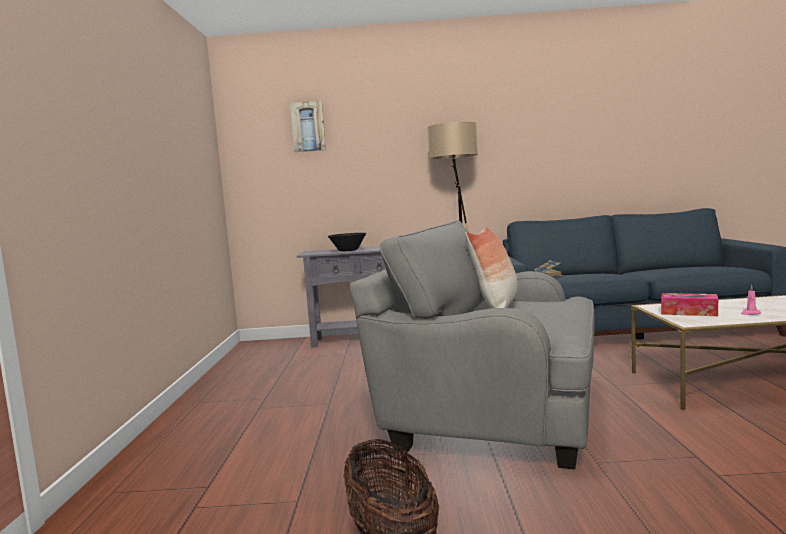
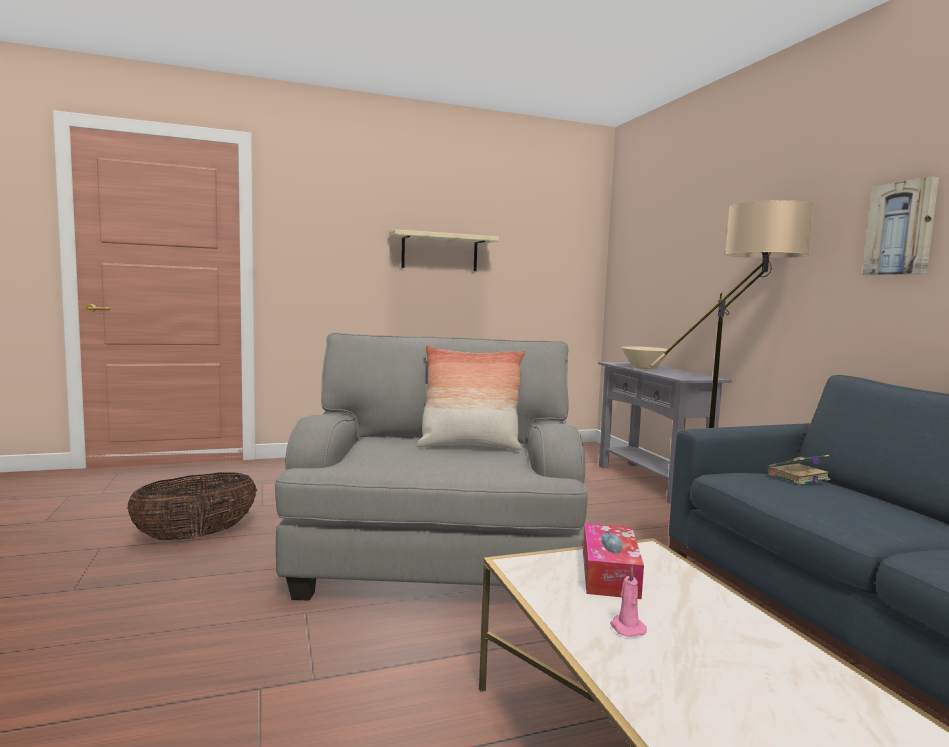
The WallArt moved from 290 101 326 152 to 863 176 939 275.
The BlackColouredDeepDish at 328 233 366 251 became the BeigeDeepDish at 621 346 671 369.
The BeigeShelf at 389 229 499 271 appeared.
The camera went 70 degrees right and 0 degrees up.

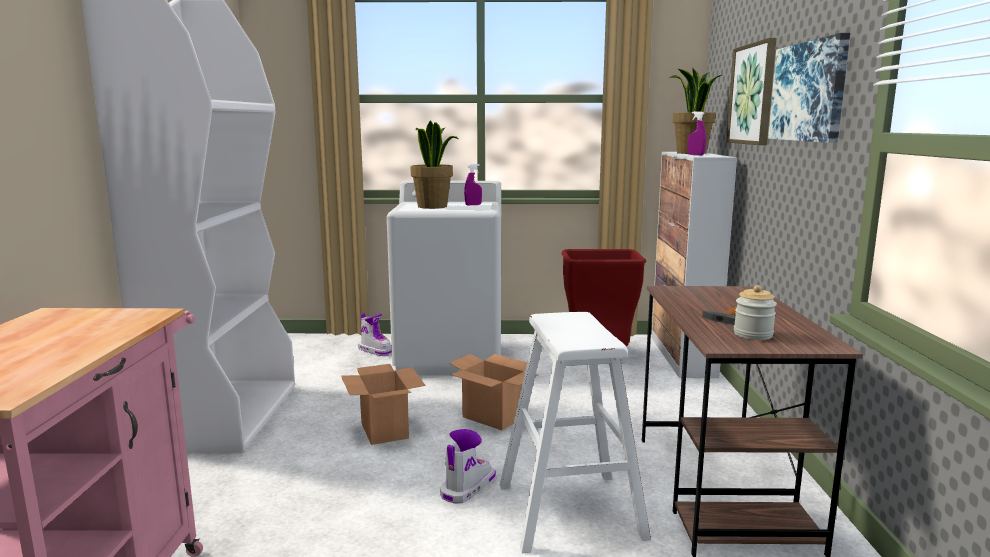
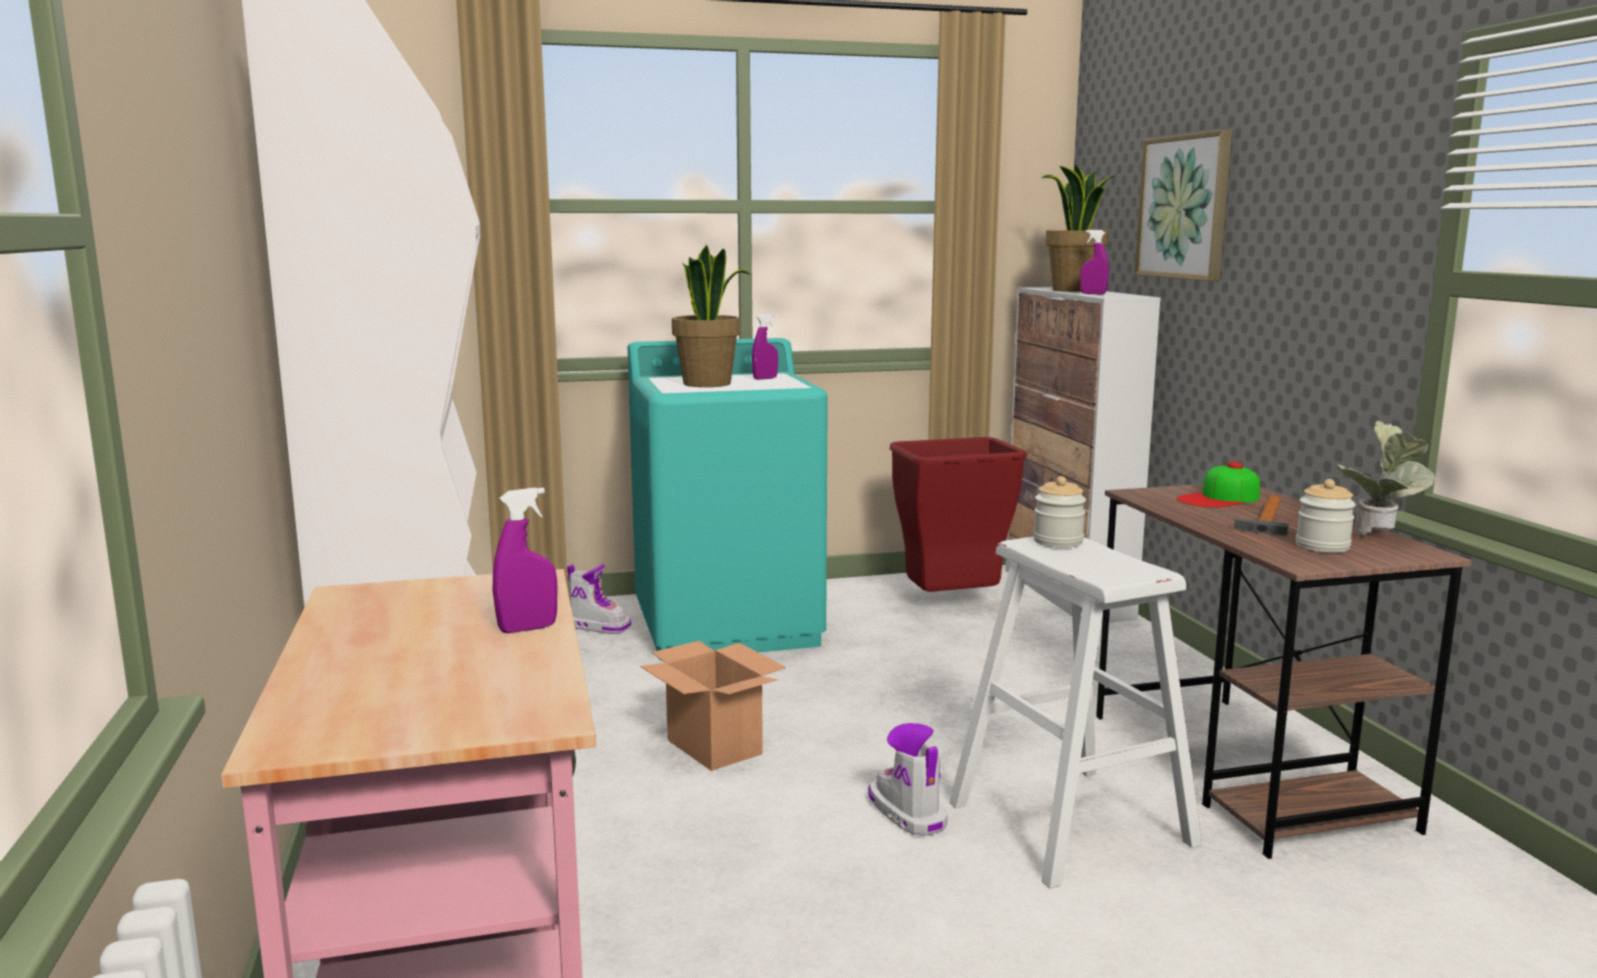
The WhiteColouredLaundryAppliance at 387 181 501 375 became the TurquoiseLaundryAppliance at 628 338 828 661.
The Boot at 440 429 496 504 turned 45 degrees counterclockwise.
The Carton at 449 354 538 431 disappeared.
The WallArt at 768 33 850 143 disappeared.
The PurpleColouredHandSprayer at 493 487 557 633 appeared.
The PreserveJar at 1033 476 1086 548 appeared.
The PeakedCap at 1176 462 1260 508 appeared.
The Houseplant at 1336 421 1435 535 appeared.
The camera went 15 degrees left and 0 degrees up.

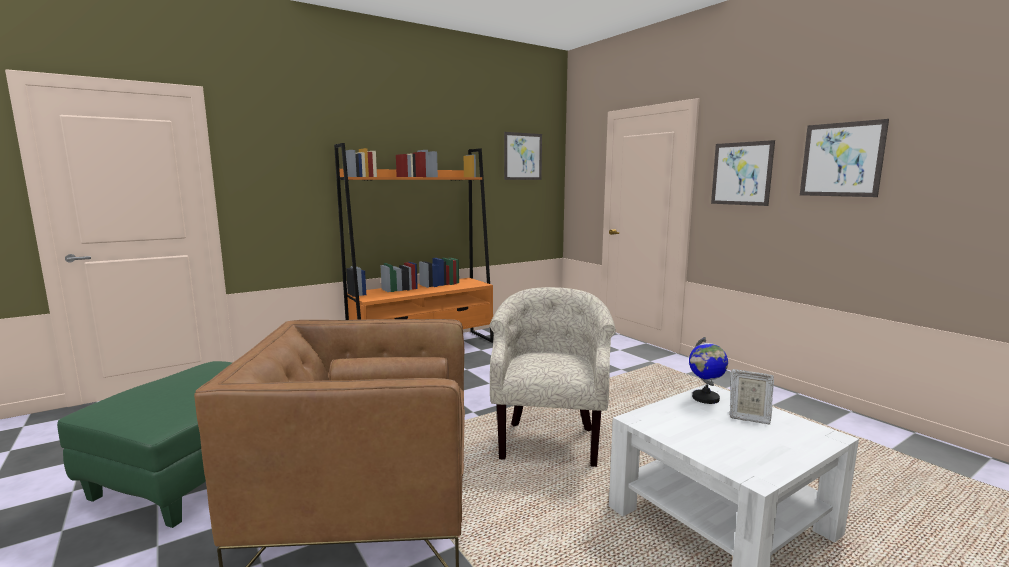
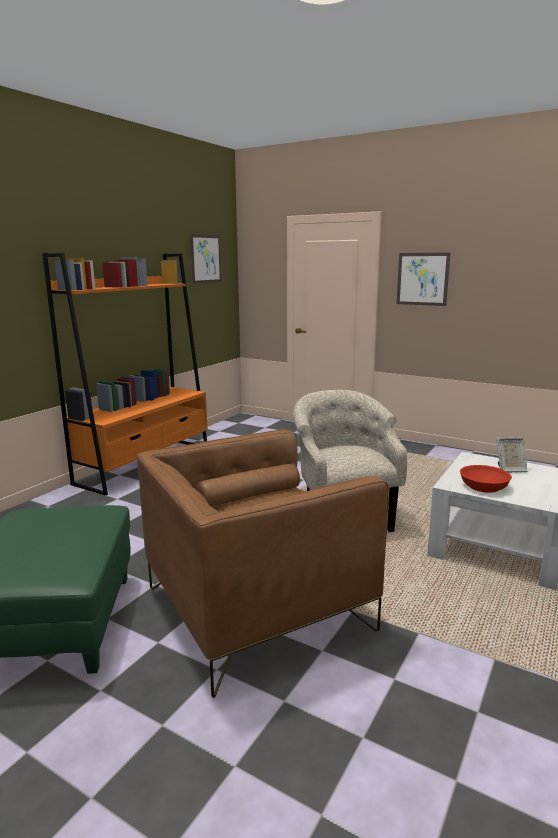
The DeskGlobe at 689 337 728 404 disappeared.
The WallArt at 800 119 889 197 disappeared.
The RedColouredDeepDish at 460 465 512 493 appeared.
The camera went 25 degrees left and 5 degrees up.

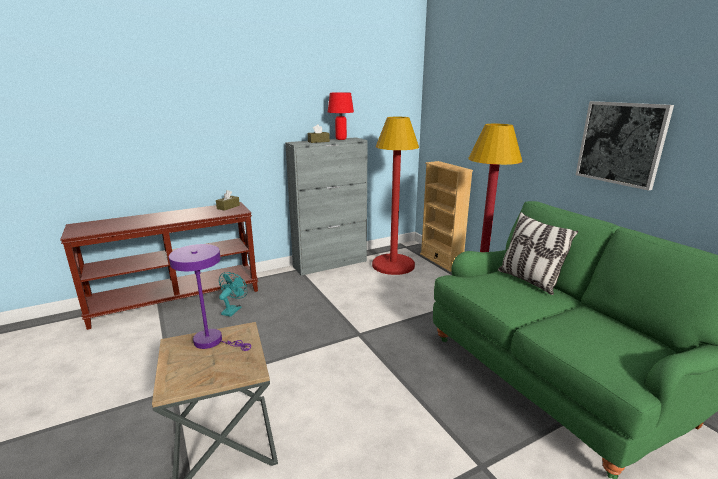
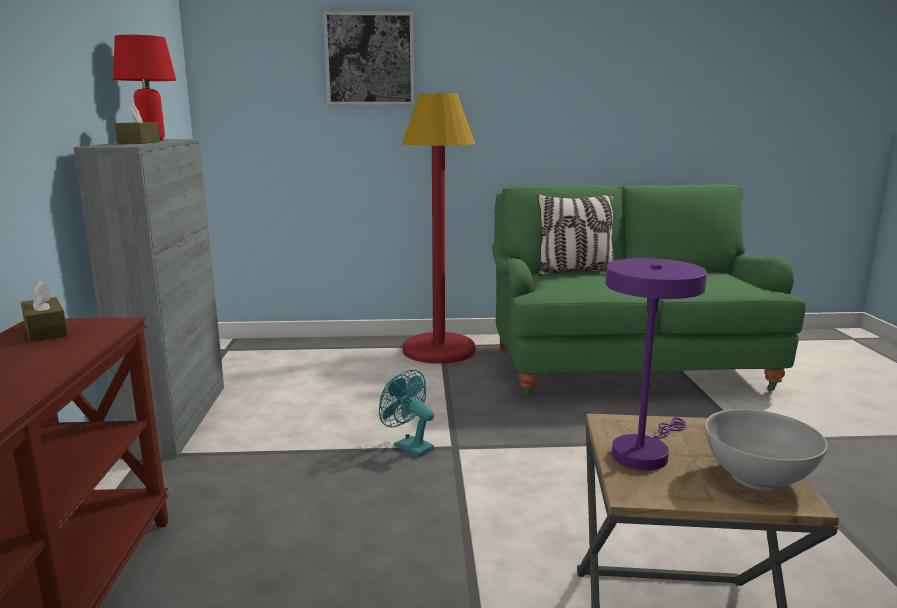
The TurquoiseElectricFan moved from 219 272 248 317 to 379 370 435 457.
The RedColouredStandingLamp at 372 117 419 275 disappeared.
The BeigeBookcase at 420 161 473 272 disappeared.
The WallArt moved from 576 101 674 191 to 323 11 414 105.
The WhiteColouredDeepDish at 704 409 828 491 appeared.
The camera went 65 degrees left and 5 degrees down.

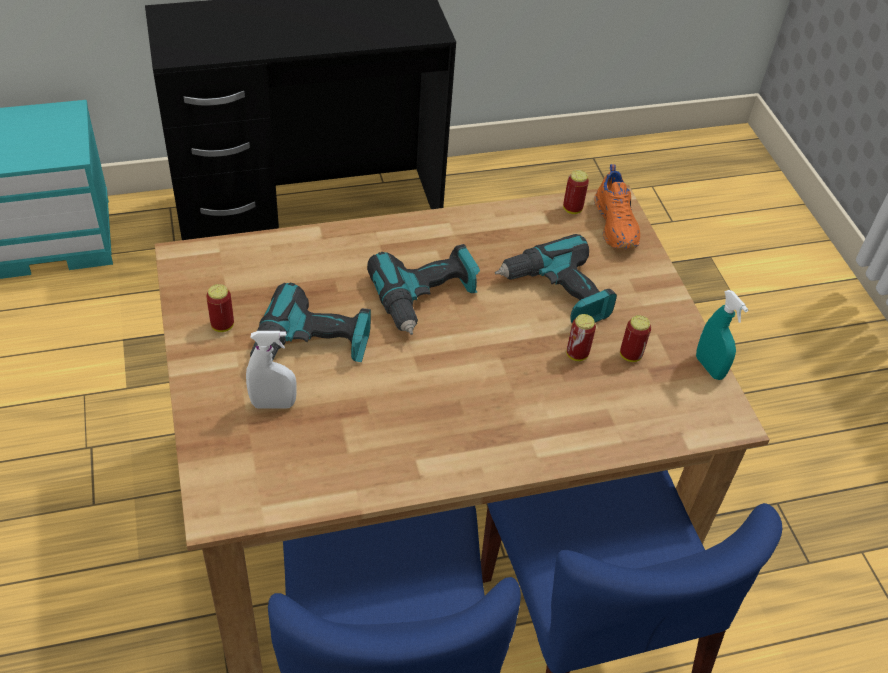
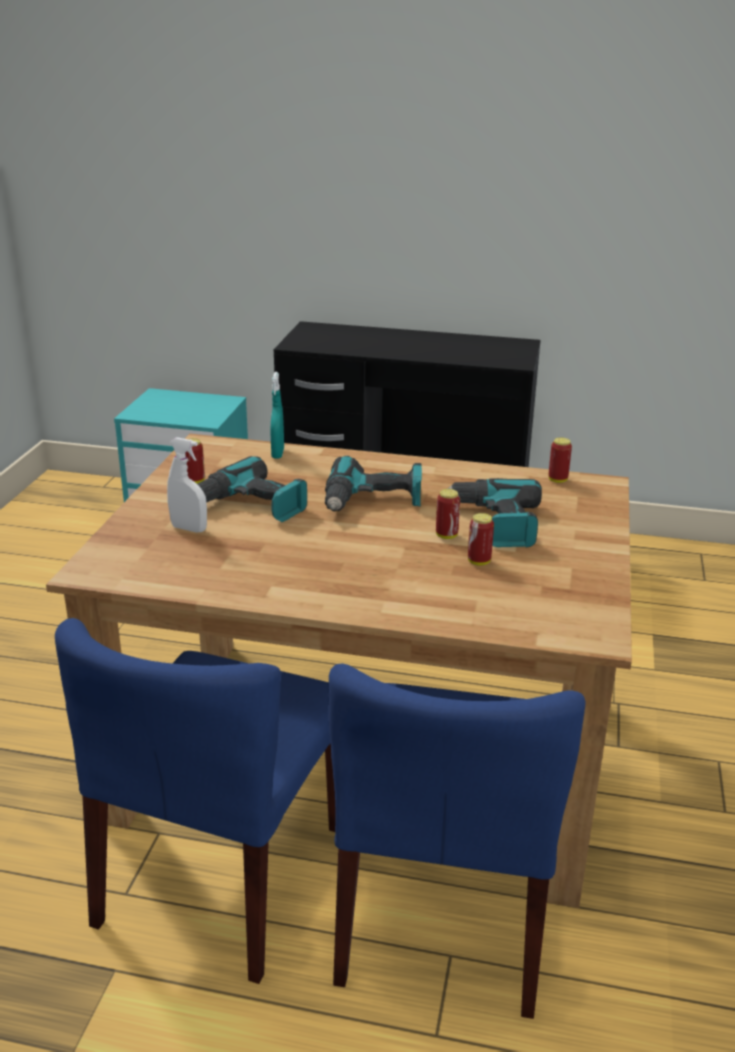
The OrangeyItemOfFootwear at 594 164 640 249 disappeared.
The MetalCan moved from 620 315 651 362 to 436 489 460 539.
The TurquoiseHandSprayer moved from 696 290 749 380 to 271 372 284 459.
The camera went 30 degrees right and 20 degrees down.

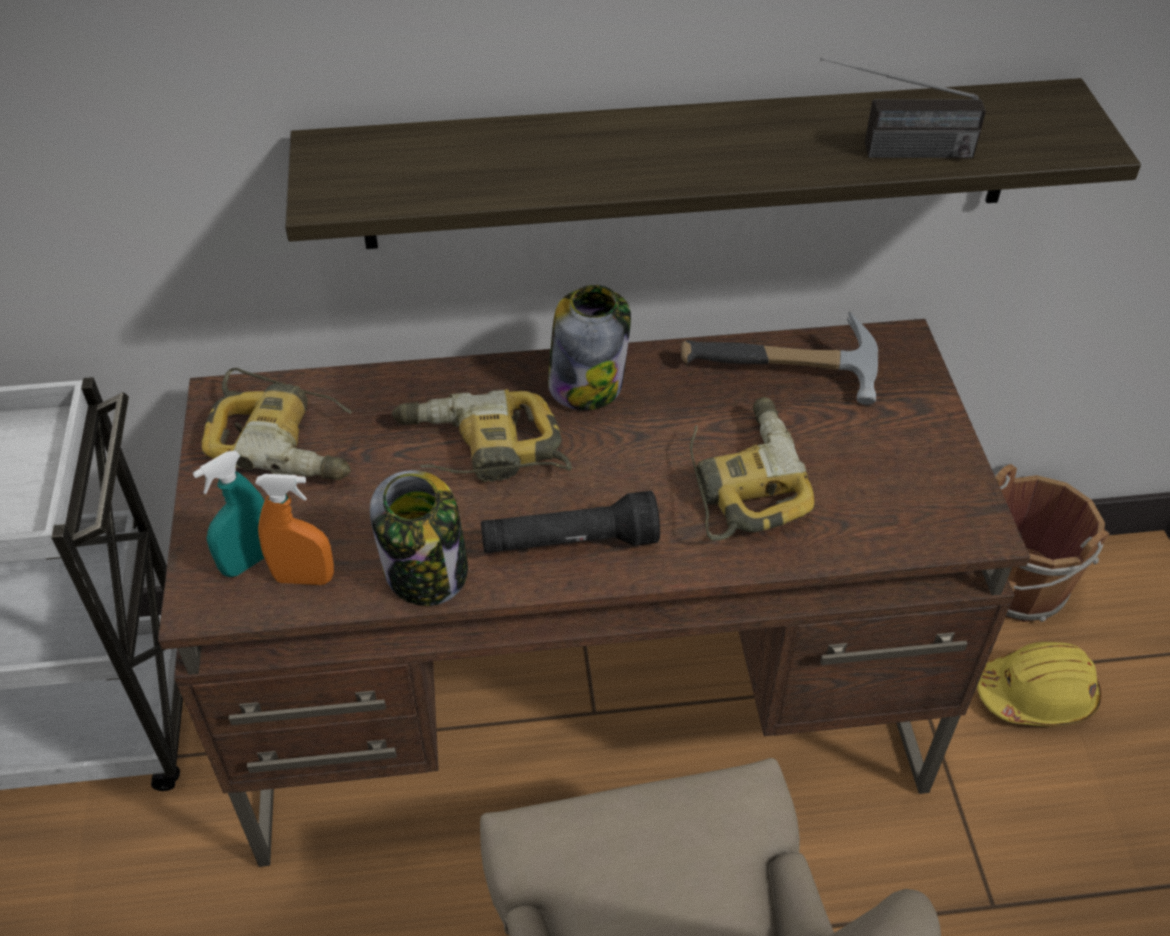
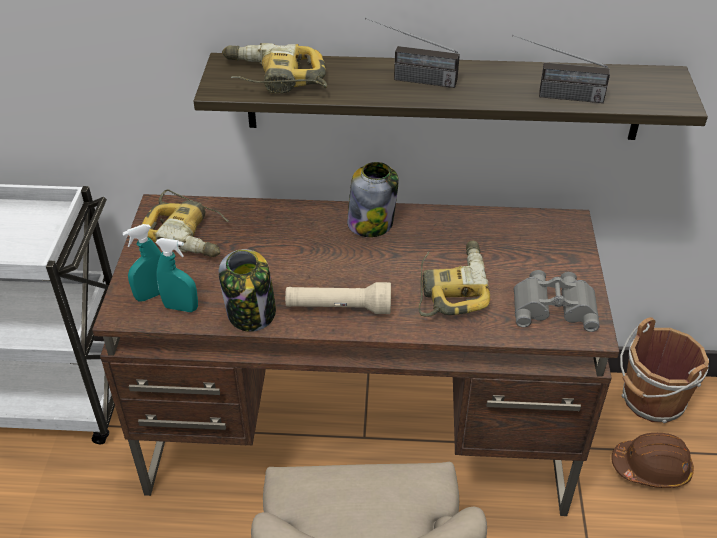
The OrangeyHandSprayer at 255 474 334 585 became the TurquoiseHandSprayer at 156 238 198 312.
The PowerDrill moved from 392 389 572 482 to 222 43 327 94.
The BlackColouredHandTorch at 481 491 660 553 became the BeigeHandTorch at 285 282 391 314.
The ToolHammer at 681 311 878 405 disappeared.
The YellowColouredHardHat at 977 642 1102 727 became the BrownHardHat at 611 433 694 488.
The RadioSet at 365 18 460 88 appeared.
The GreyFieldGlasses at 514 270 600 332 appeared.
The camera went 10 degrees right and 5 degrees down.

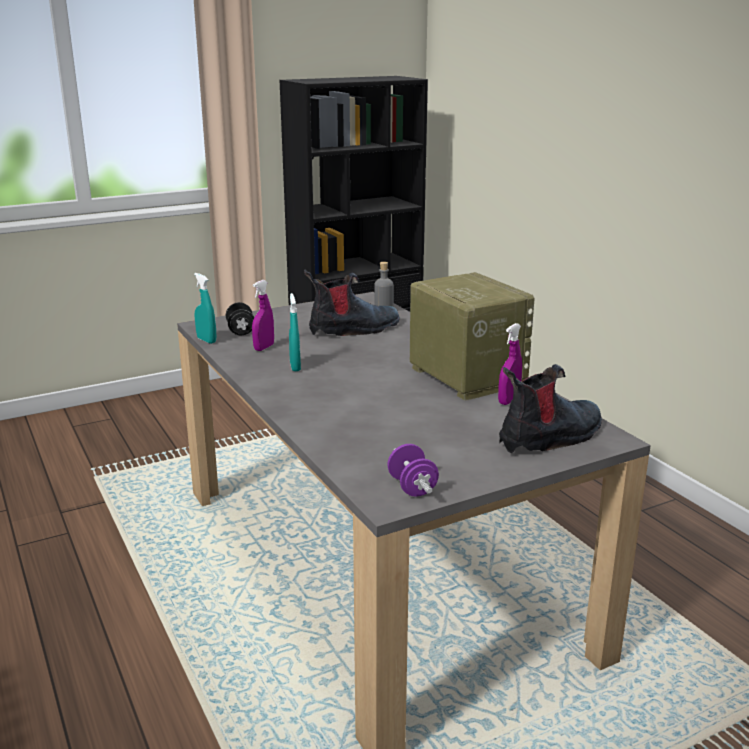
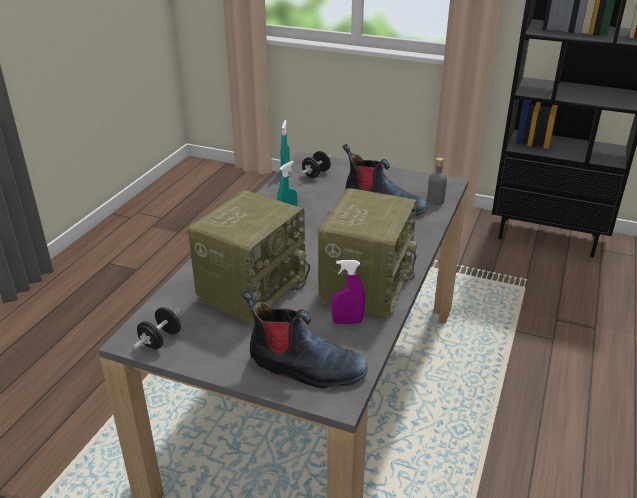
The PurpleColouredHandSprayer at 252 280 274 351 disappeared.
The PurpleColouredFreeWeight at 387 444 439 497 became the BlackColouredFreeWeight at 133 307 182 350.
The RadioSet at 187 190 310 324 appeared.
The camera went 50 degrees right and 10 degrees up.

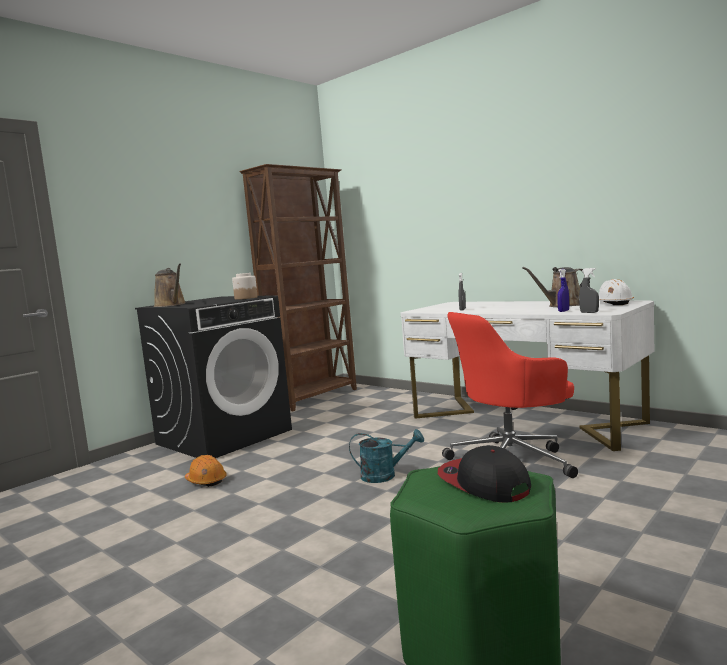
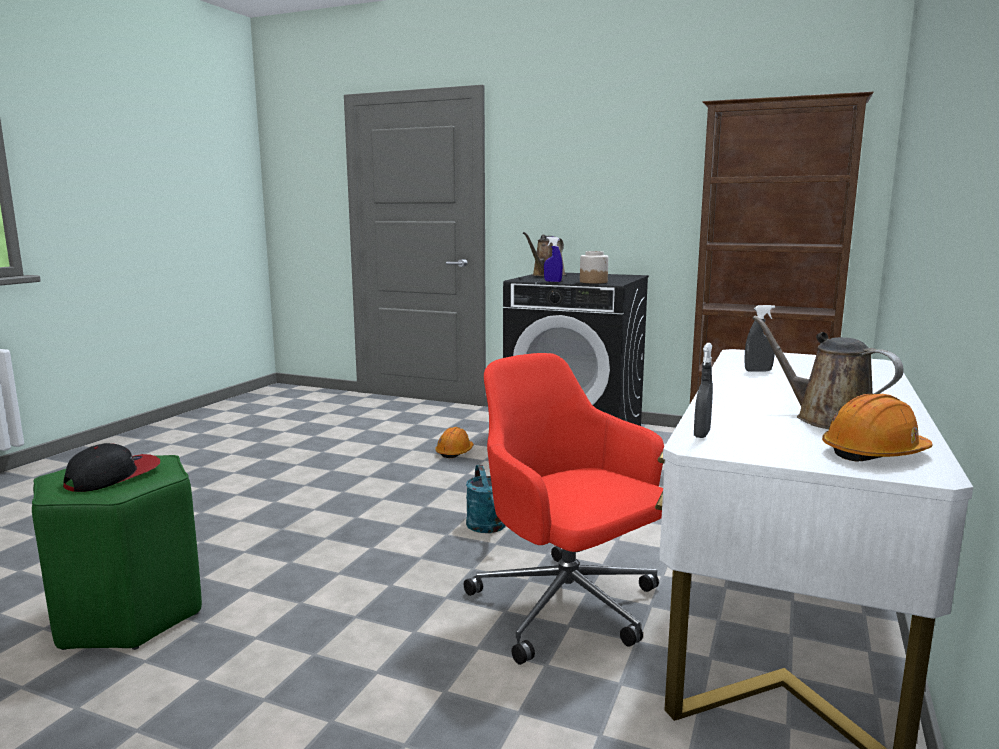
The BluishHandSprayer moved from 557 269 569 312 to 544 237 563 282.
The WhiteColouredHardHat at 599 279 634 305 became the OrangeyHardHat at 822 394 933 462.
The camera went 70 degrees right and 5 degrees up.

